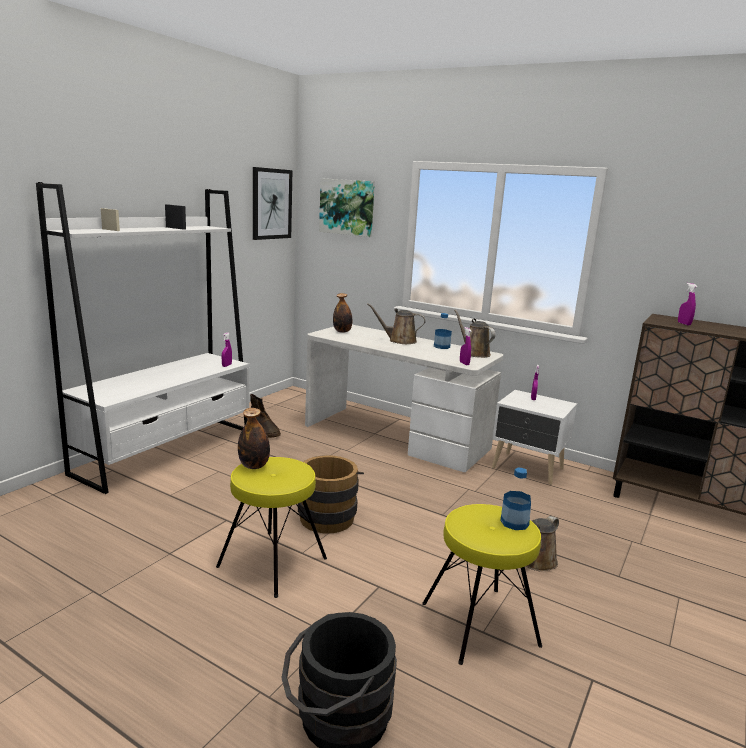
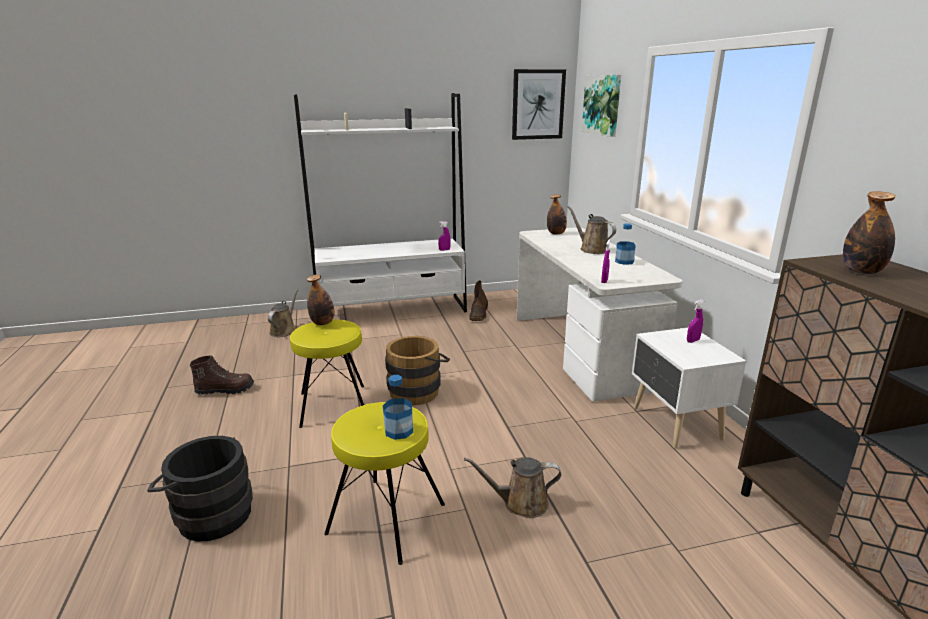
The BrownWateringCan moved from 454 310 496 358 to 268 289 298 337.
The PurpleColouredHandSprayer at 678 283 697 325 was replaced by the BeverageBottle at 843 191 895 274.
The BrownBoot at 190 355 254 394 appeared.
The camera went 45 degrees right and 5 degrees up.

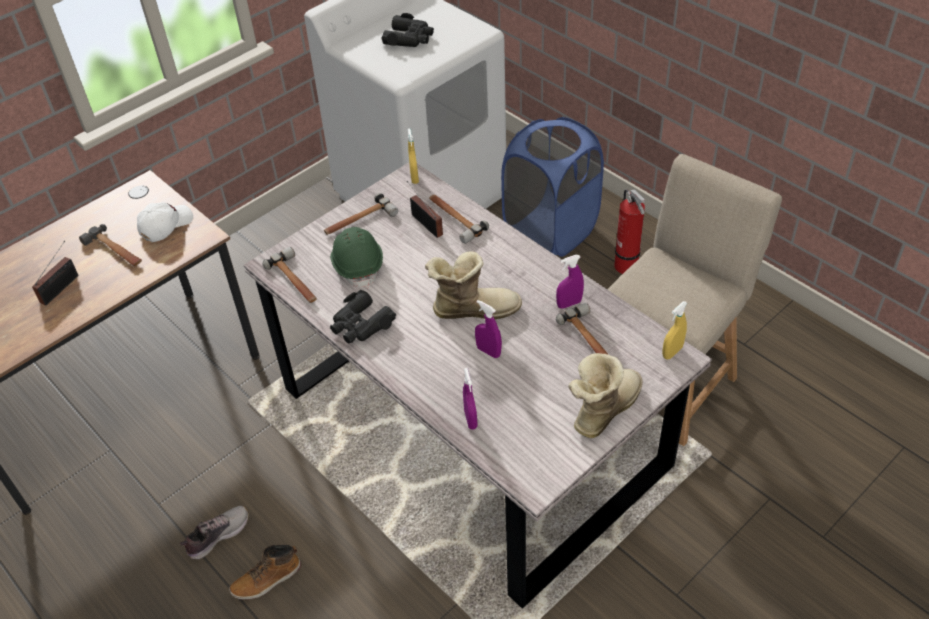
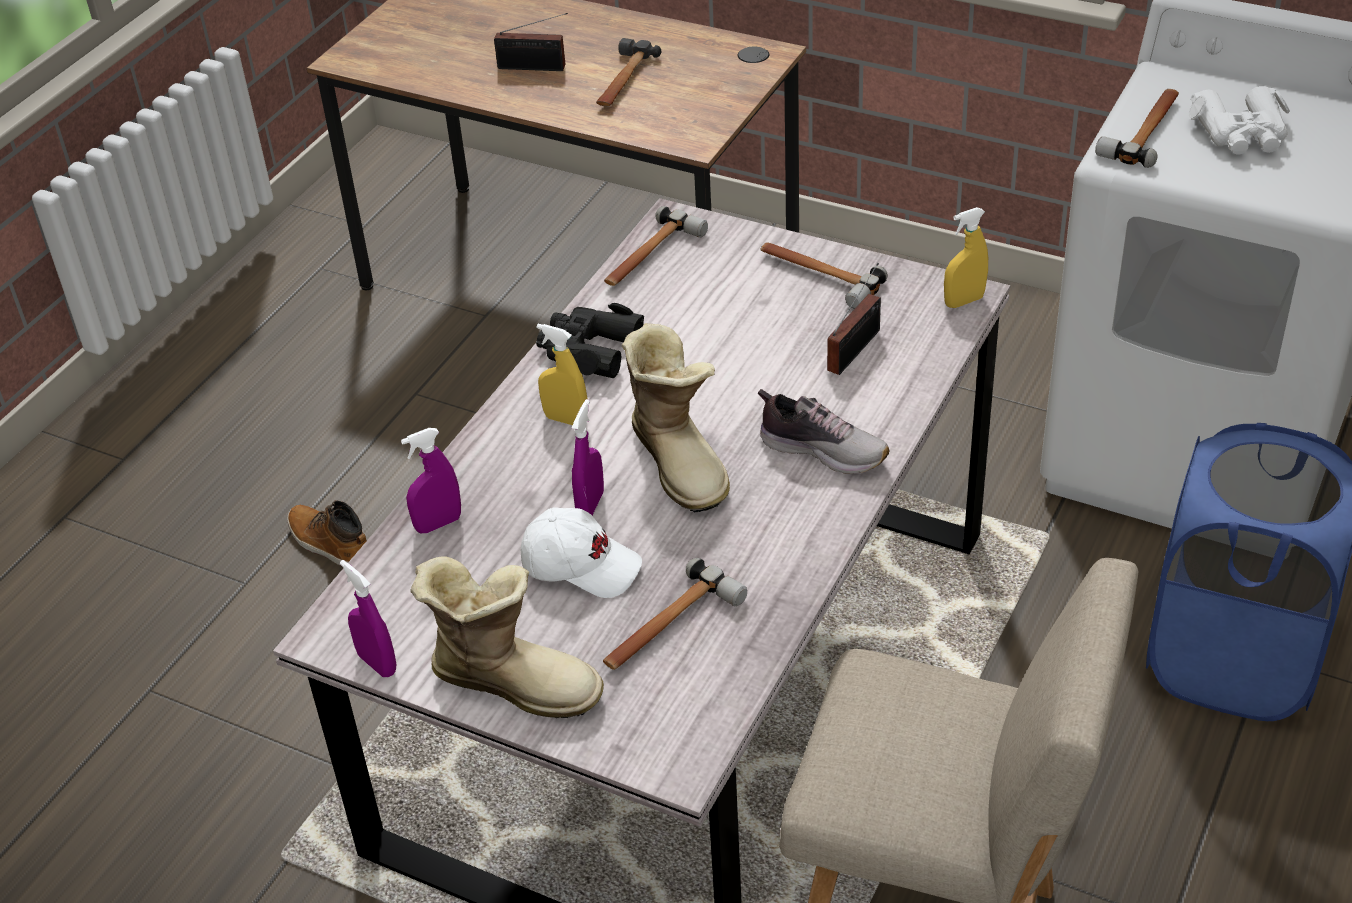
The WhiteColouredPeakedCap moved from 137 202 193 242 to 520 507 642 598.
The ItemOfFootwear moved from 180 506 249 559 to 758 389 890 474.
The GreenishHardHat at 330 227 383 288 disappeared.
The BlackColouredFieldGlasses at 381 13 434 47 became the WhiteColouredFieldGlasses at 1189 86 1290 155.
The ToolHammer moved from 429 194 489 244 to 1095 89 1179 168.
The PurpleColouredHandSprayer moved from 556 255 584 309 to 340 560 396 677.
The Extinguisher at 614 189 645 274 disappeared.
The YellowColouredHandSprayer moved from 662 301 687 360 to 537 324 588 425.
The camera went 70 degrees right and 5 degrees down.

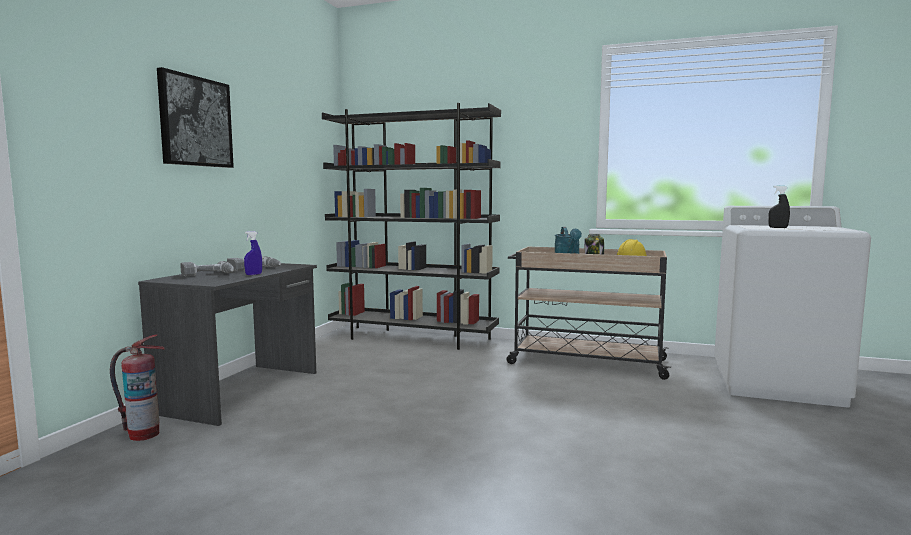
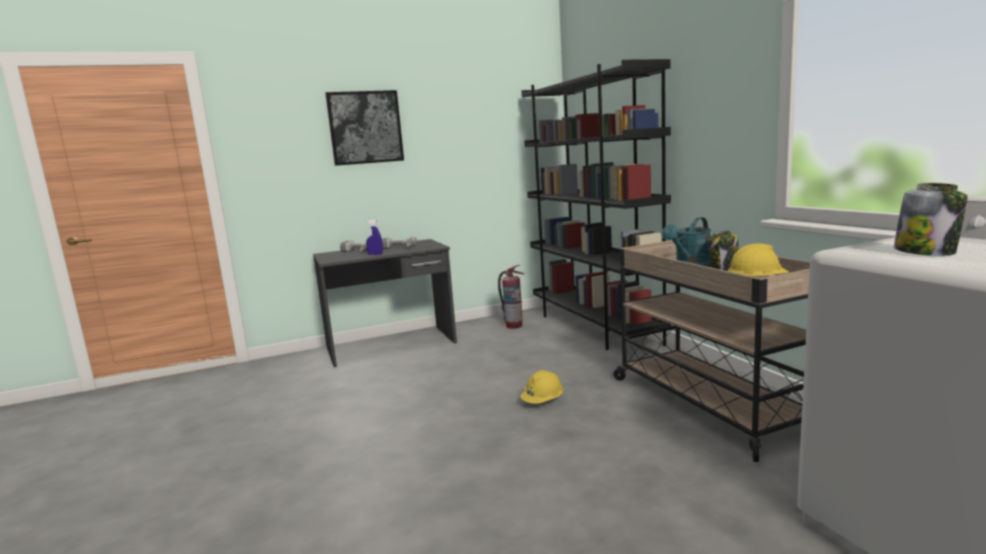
The Extinguisher moved from 110 334 164 441 to 498 265 524 329.
The BlackColouredHandSprayer at 768 186 790 228 was replaced by the PreserveJar at 894 183 967 256.
The YellowColouredHardHat at 520 370 564 404 appeared.
The camera went 50 degrees right and 5 degrees up.

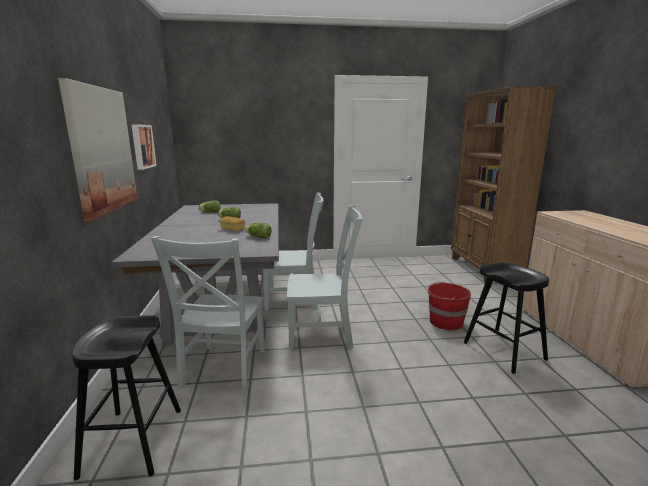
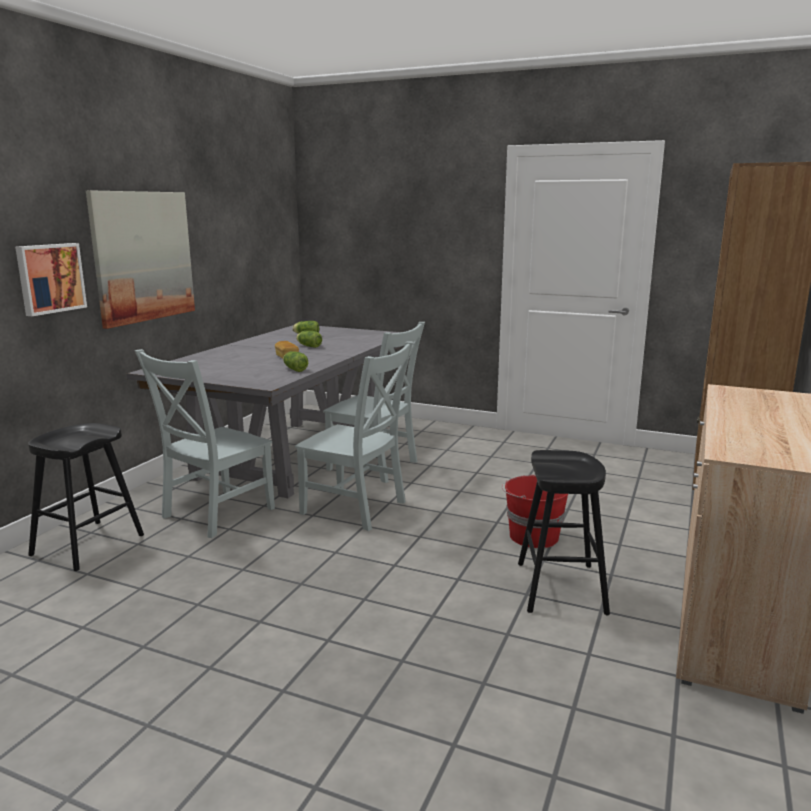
The WallArt moved from 131 124 157 170 to 15 243 87 316.
The camera went 30 degrees right and 0 degrees up.

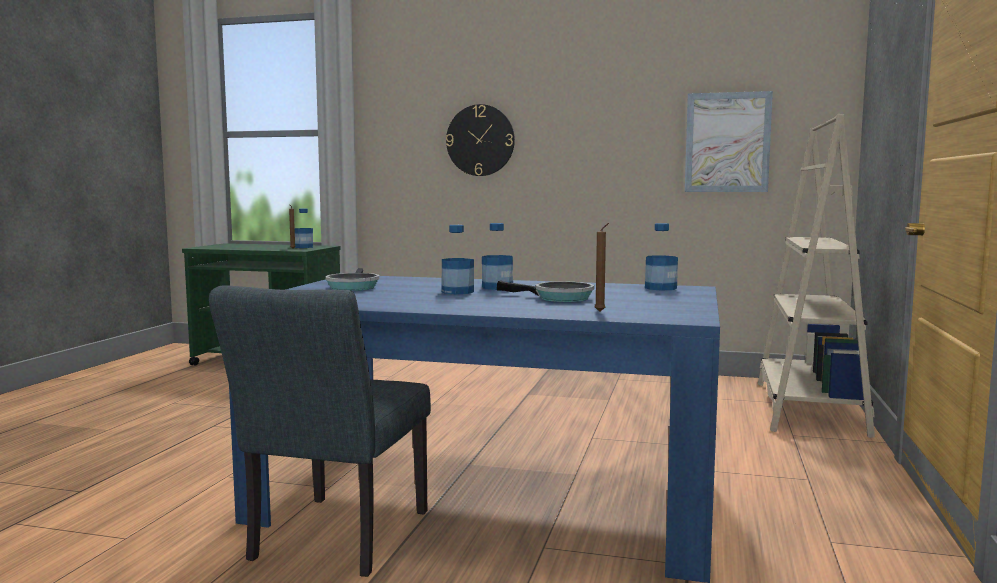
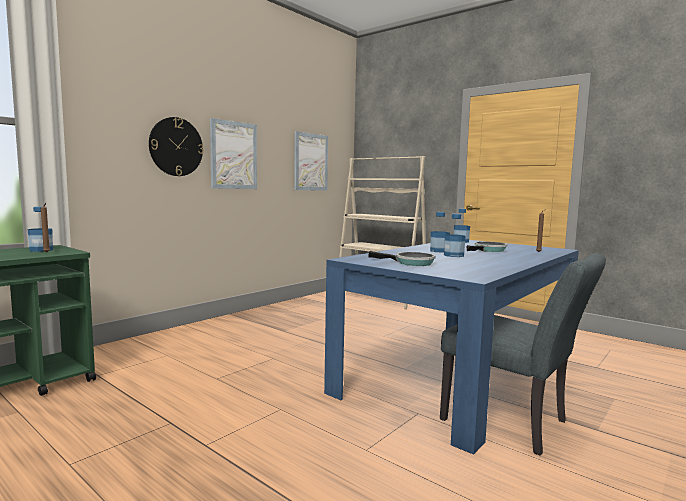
The WallArt at 210 118 257 189 appeared.
The camera went 65 degrees left and 0 degrees up.

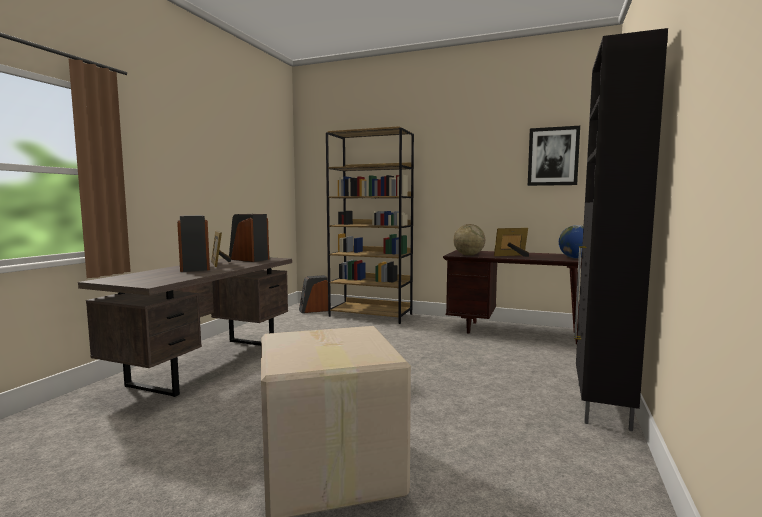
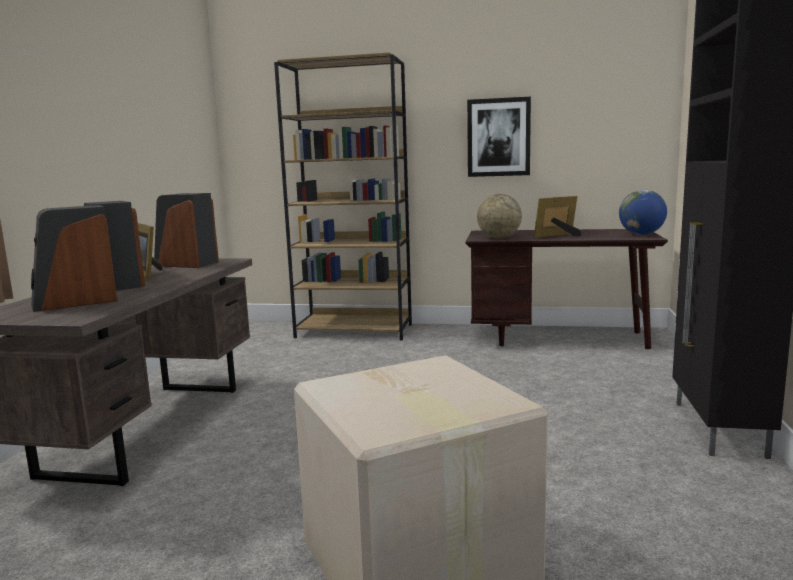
The Loudspeaker moved from 299 275 328 313 to 31 205 117 312.
The WallArt moved from 528 126 580 186 to 467 97 531 177.
The camera went 10 degrees left and 5 degrees up.

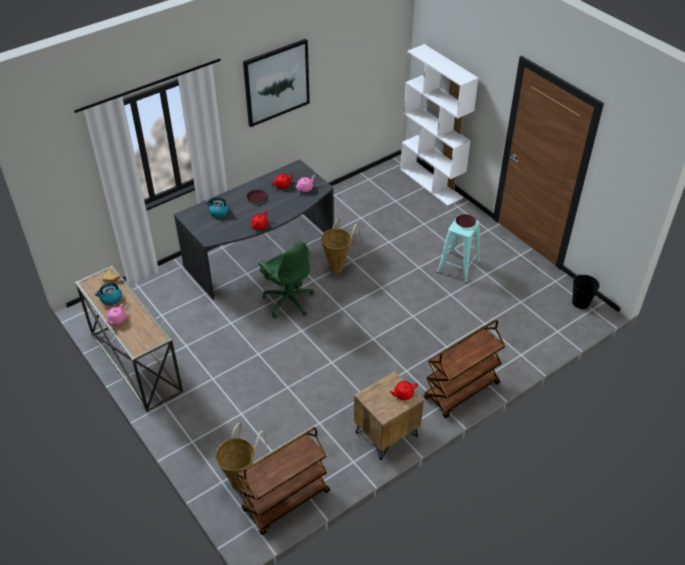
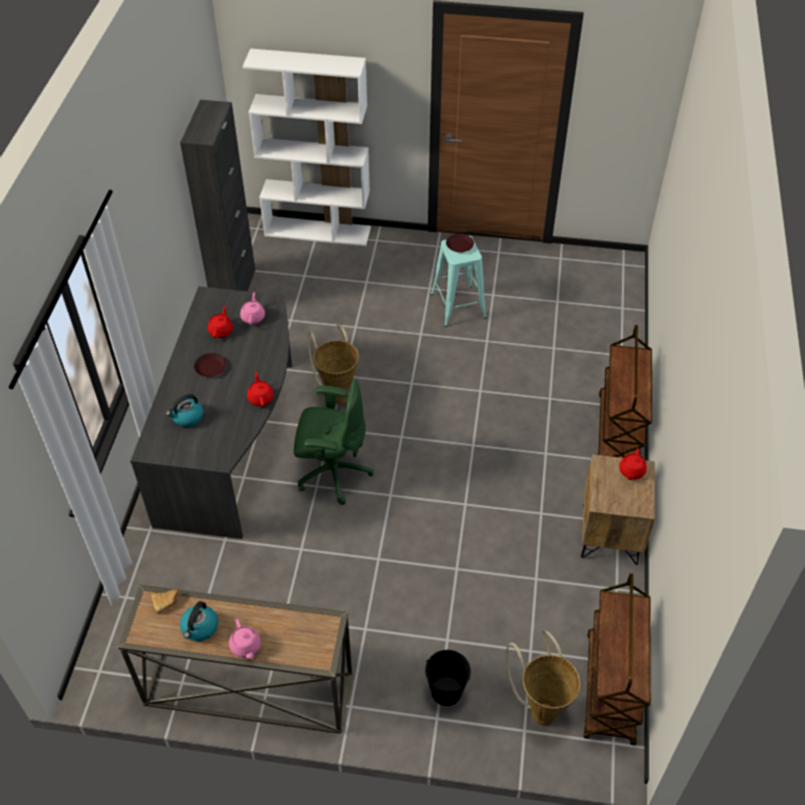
The WallArt at 243 39 310 127 disappeared.
The BlackColouredPail moved from 572 274 600 309 to 425 650 471 706.
The BlackColouredCupboard at 180 100 255 291 appeared.
The camera went 45 degrees left and 5 degrees up.

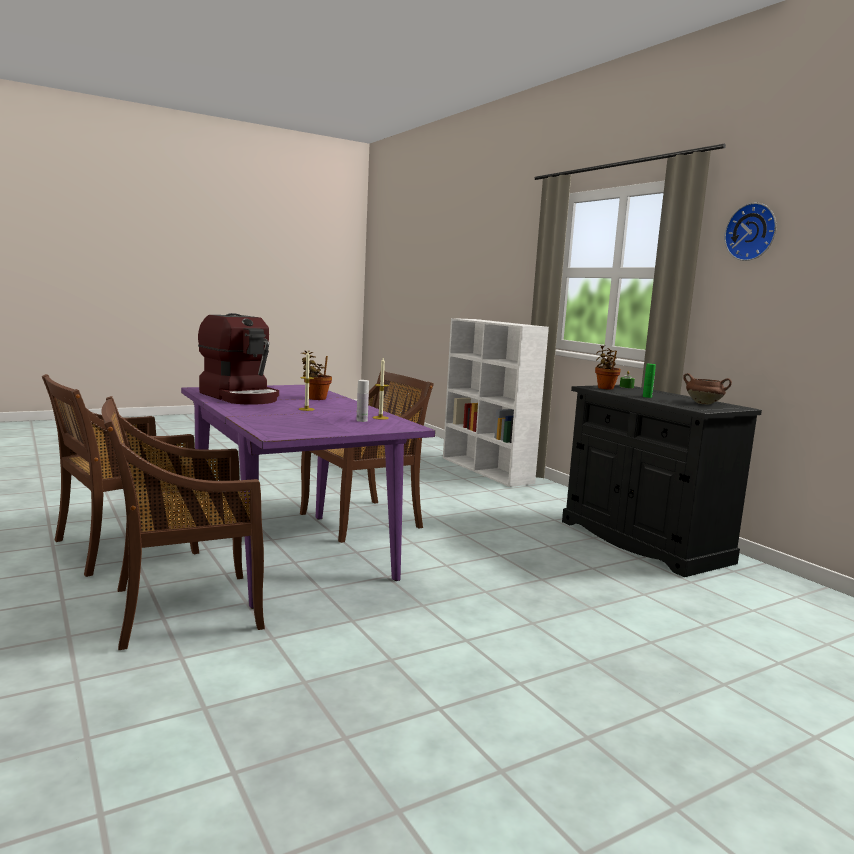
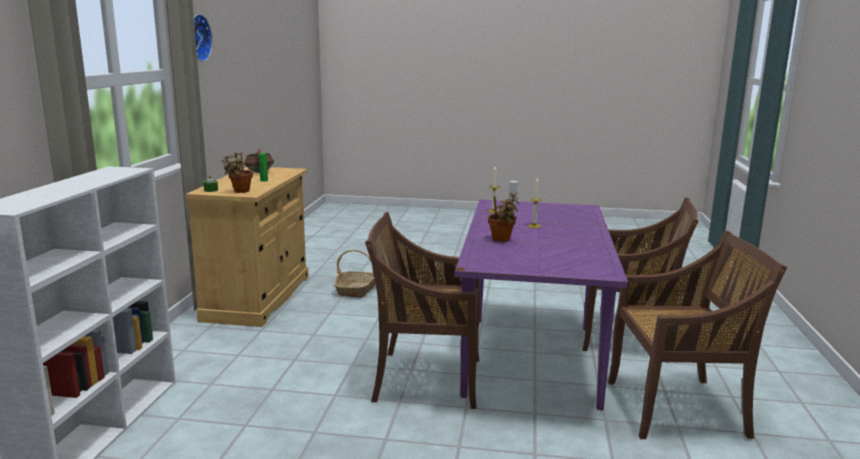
The CoffeeMaker at 198 313 279 405 disappeared.
The BlackColouredCupboard at 562 385 762 577 became the BeigeCupboard at 186 167 309 327.
The StorageBasket at 334 250 375 298 appeared.
The camera went 140 degrees left and 5 degrees up.

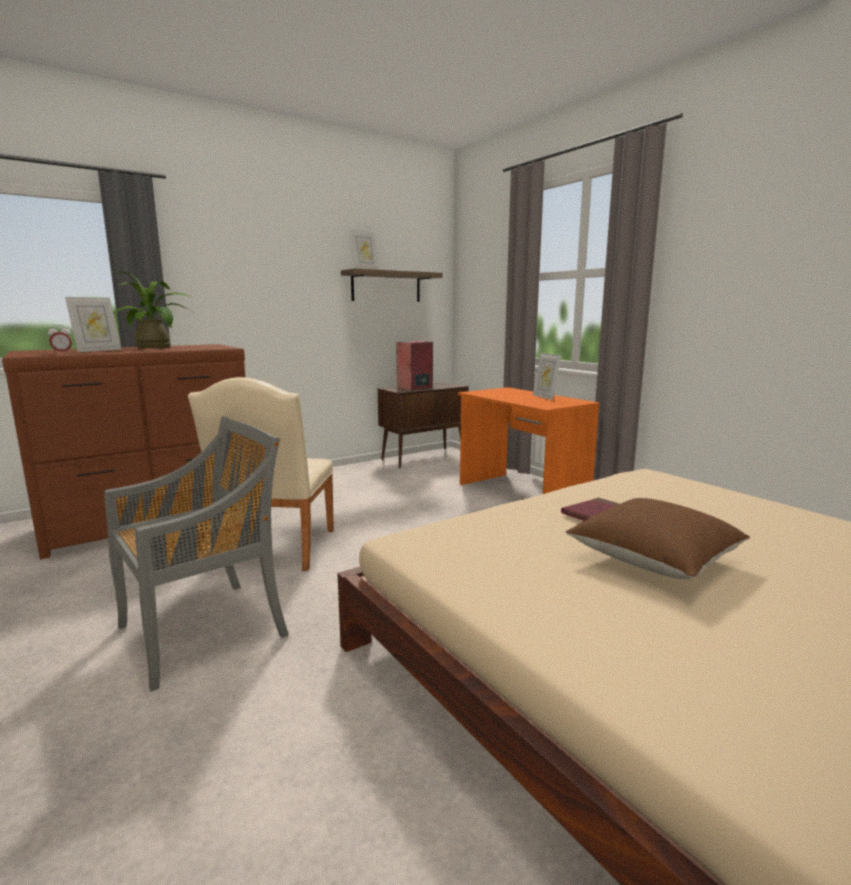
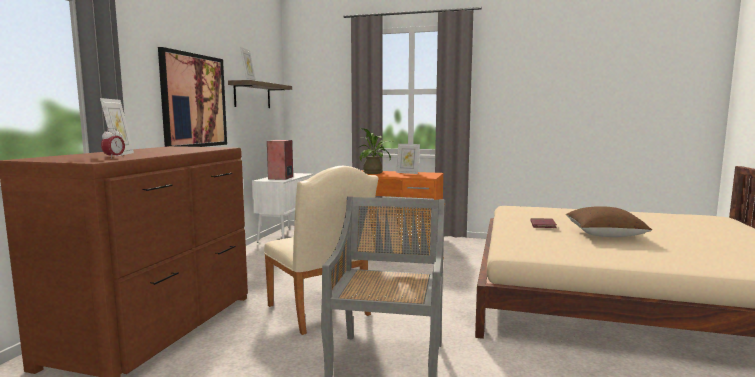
The Houseplant moved from 113 271 194 348 to 357 128 391 174.
The BrownCupboard at 378 382 469 468 became the WhiteColouredCupboard at 252 173 313 243.
The WallArt at 158 47 227 147 appeared.
The camera went 40 degrees left and 5 degrees down.

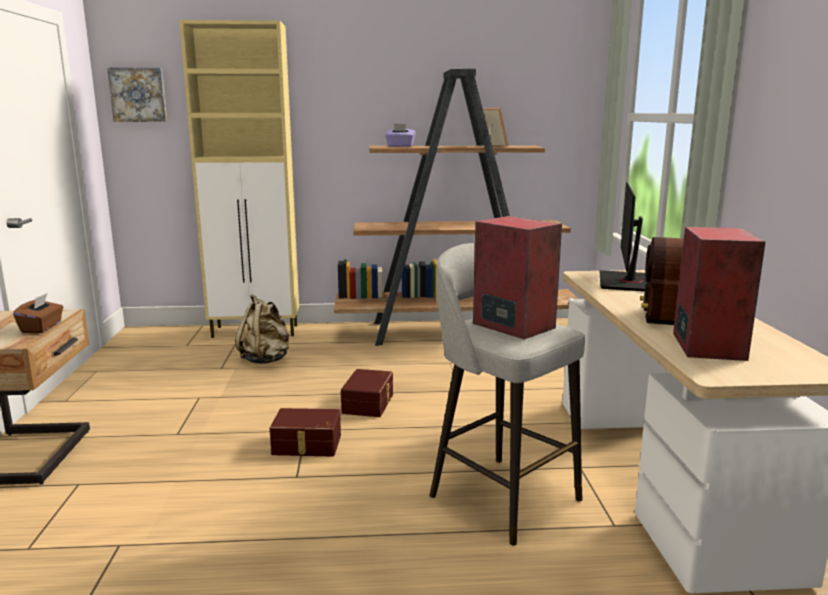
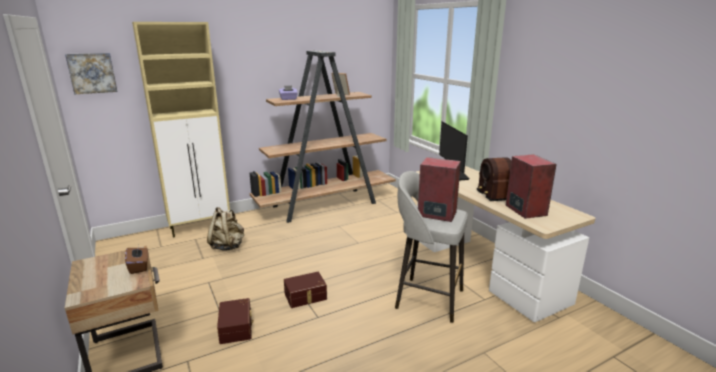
The BrownStorageBin moved from 341 369 393 417 to 217 298 254 344.
The camera went 25 degrees left and 5 degrees up.

